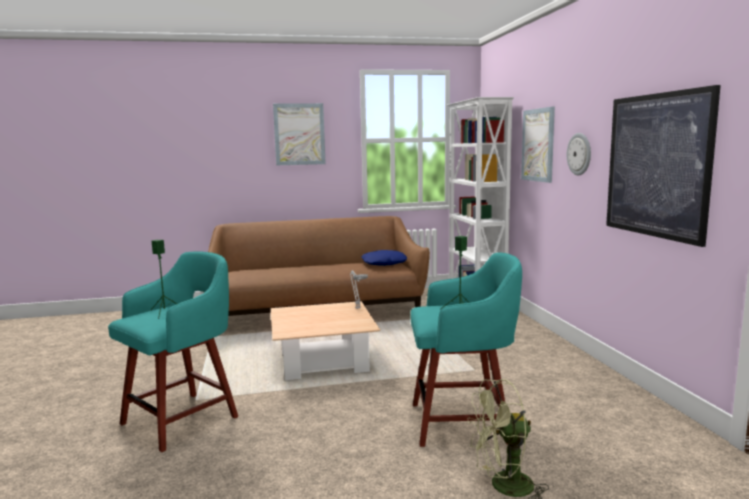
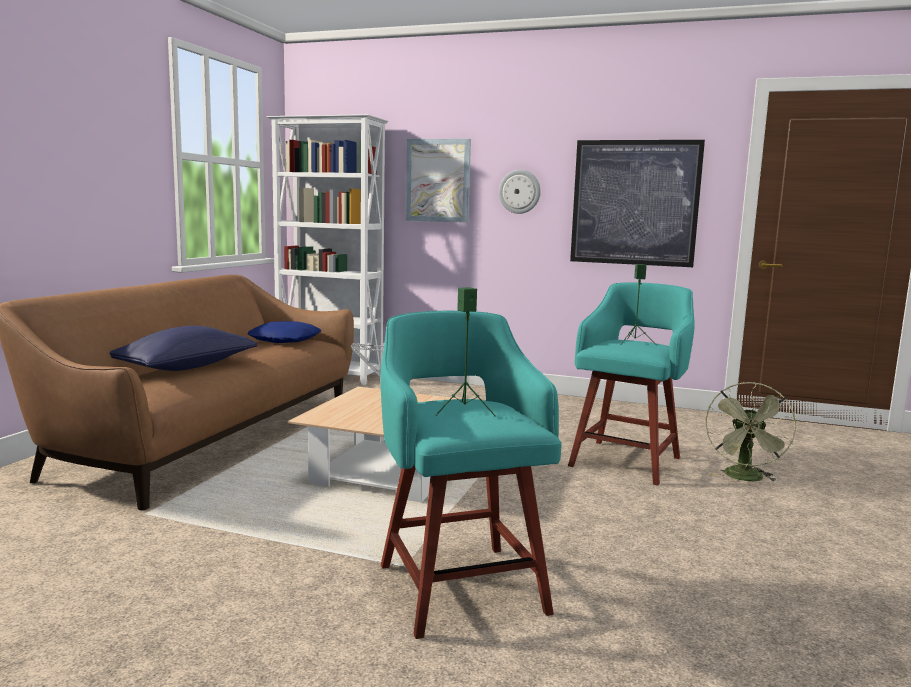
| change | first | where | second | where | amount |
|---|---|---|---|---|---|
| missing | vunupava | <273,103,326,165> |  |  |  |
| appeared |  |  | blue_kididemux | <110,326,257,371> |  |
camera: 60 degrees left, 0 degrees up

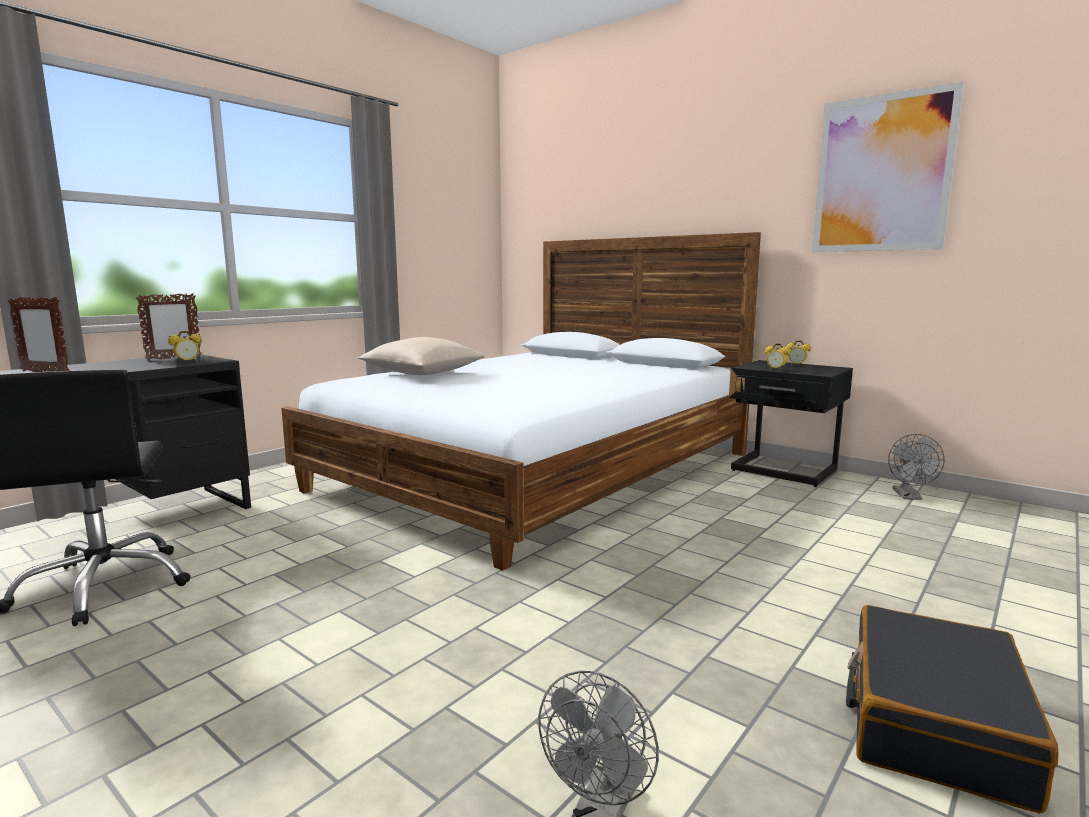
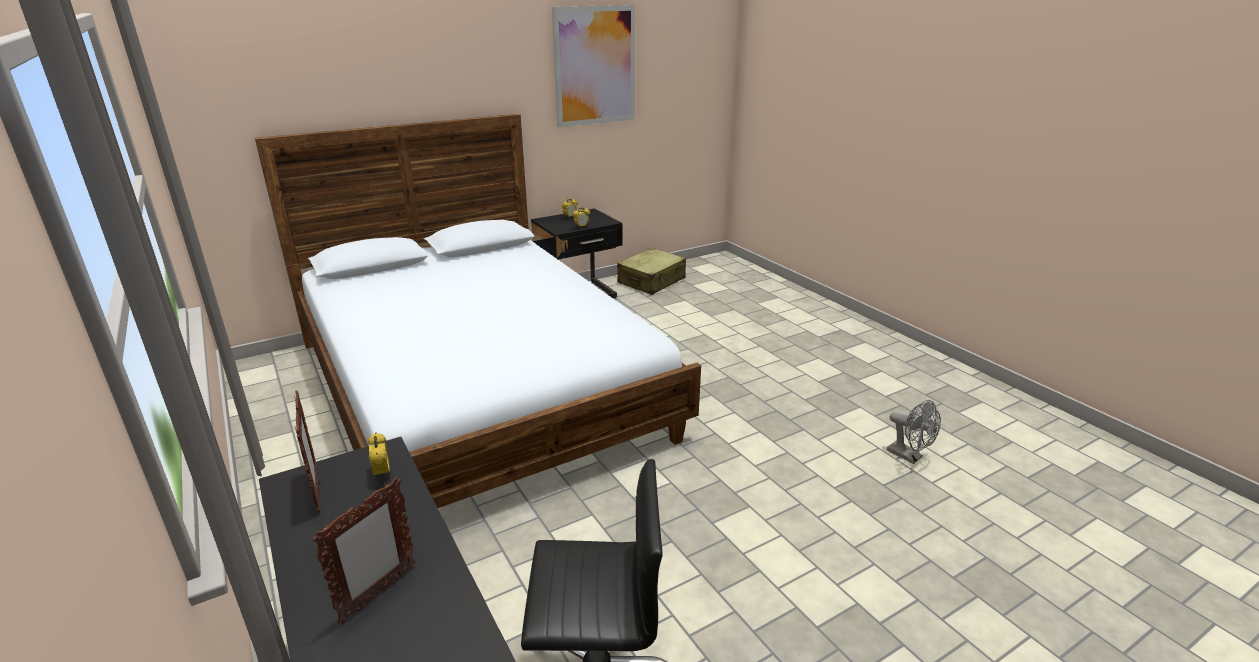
| change | first | where | second | where | amount |
|---|---|---|---|---|---|
| missing | beige_kididemux | <358,337,485,375> |  |  |  |
| missing | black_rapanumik | <846,605,1059,813> |  |  |  |
| exchanged | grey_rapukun | <888,434,945,500> | beige_rapanumik | <617,248,686,295> |  |
camera: 70 degrees left, 15 degrees up

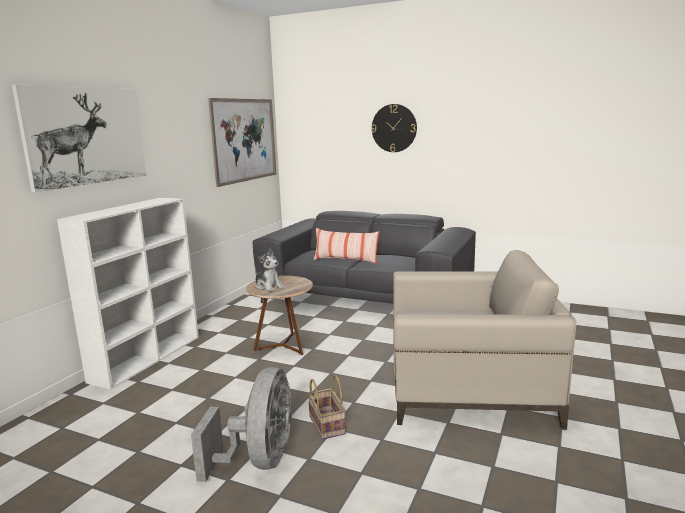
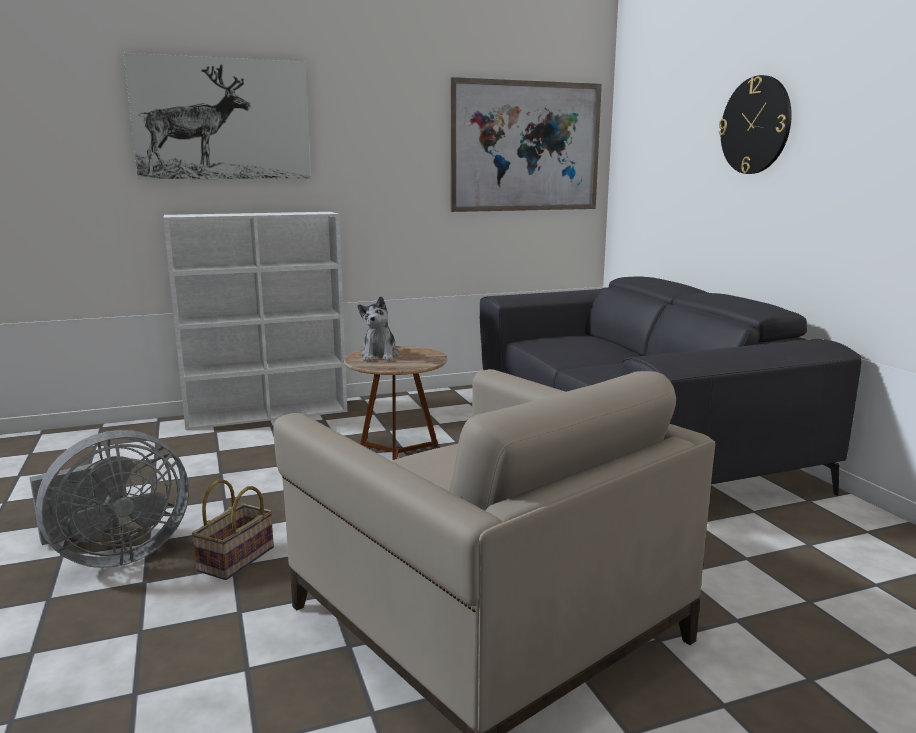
| change | first | where | second | where | amount |
|---|---|---|---|---|---|
| missing | kididemux | <313,228,379,264> |  |  |  |
camera: 45 degrees right, 0 degrees up

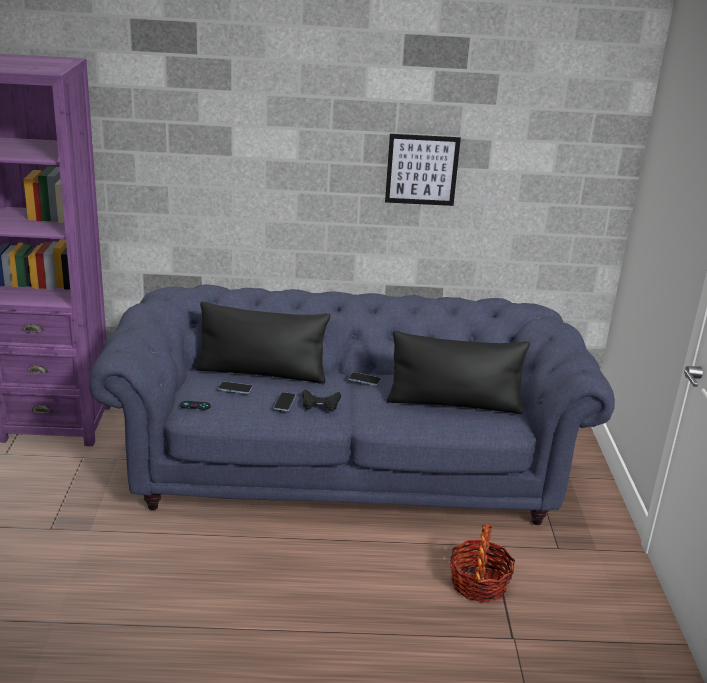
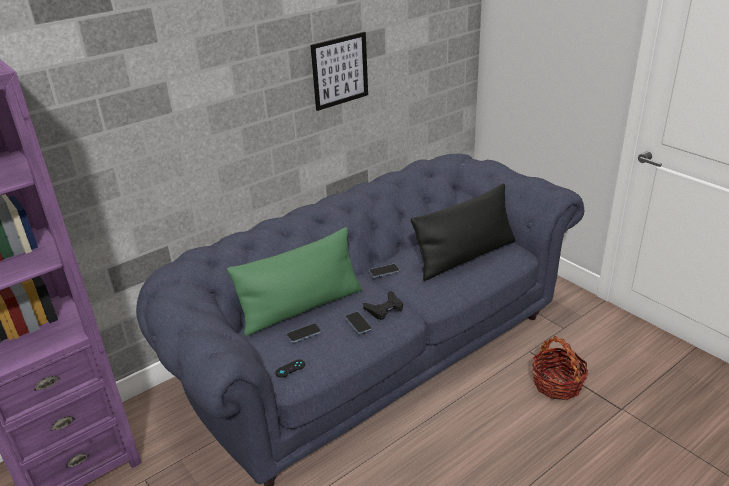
| change | first | where | second | where | amount |
|---|---|---|---|---|---|
| colour | black_kididemux | <196,301,330,384> | green_kididemux | <227,227,362,336> |  |
camera: 35 degrees left, 5 degrees up

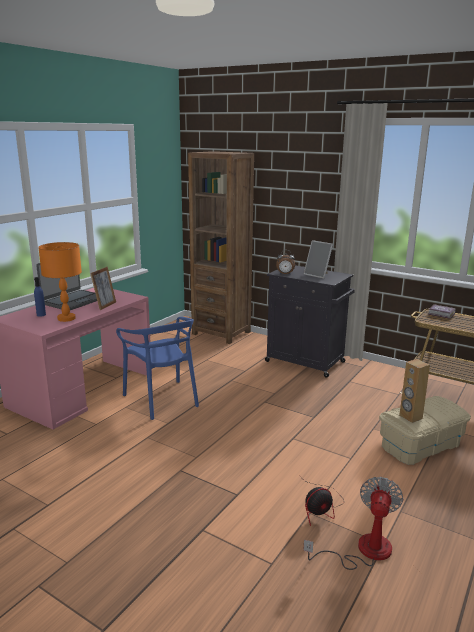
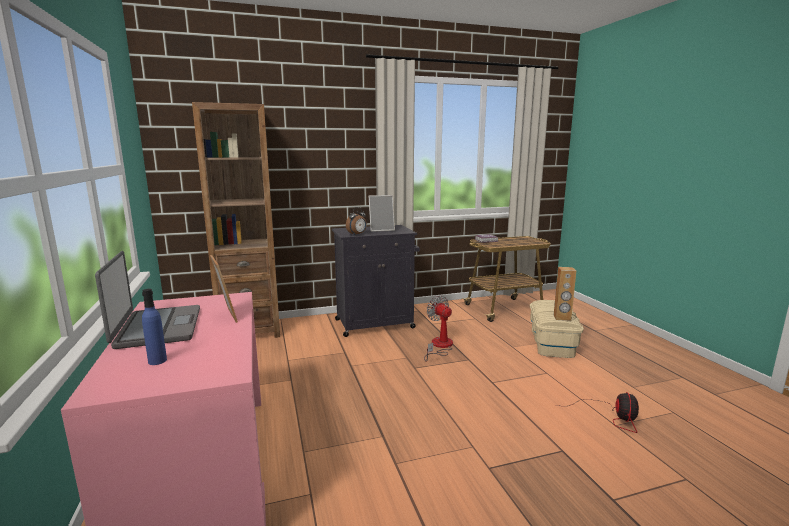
| change | first | where | second | where | amount |
|---|---|---|---|---|---|
| missing | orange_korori | <38,242,82,322> |  |  |  |
| missing | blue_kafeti | <116,317,199,420> |  |  |  |
| relocated | rapukun | <303,477,404,570> |  | <424,295,453,362> |  |
camera: 50 degrees left, 5 degrees down

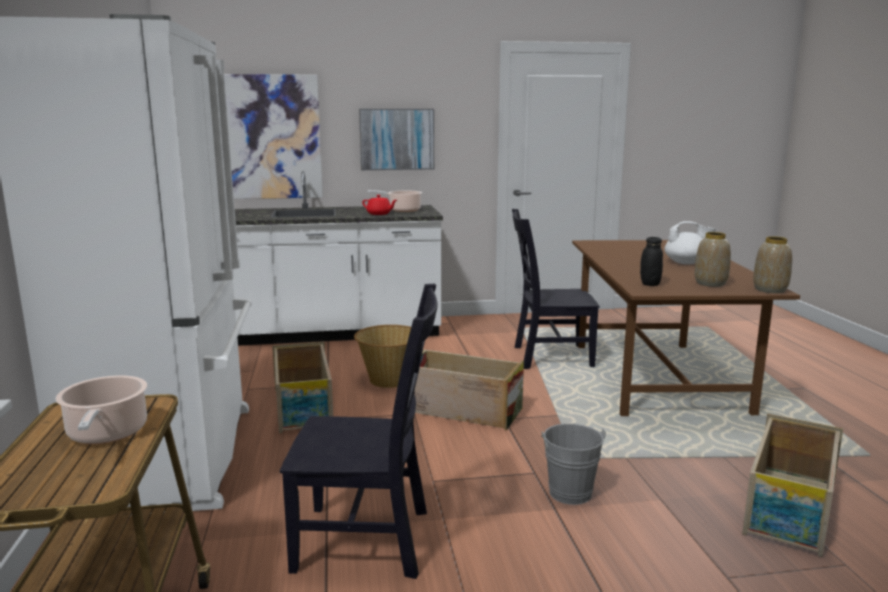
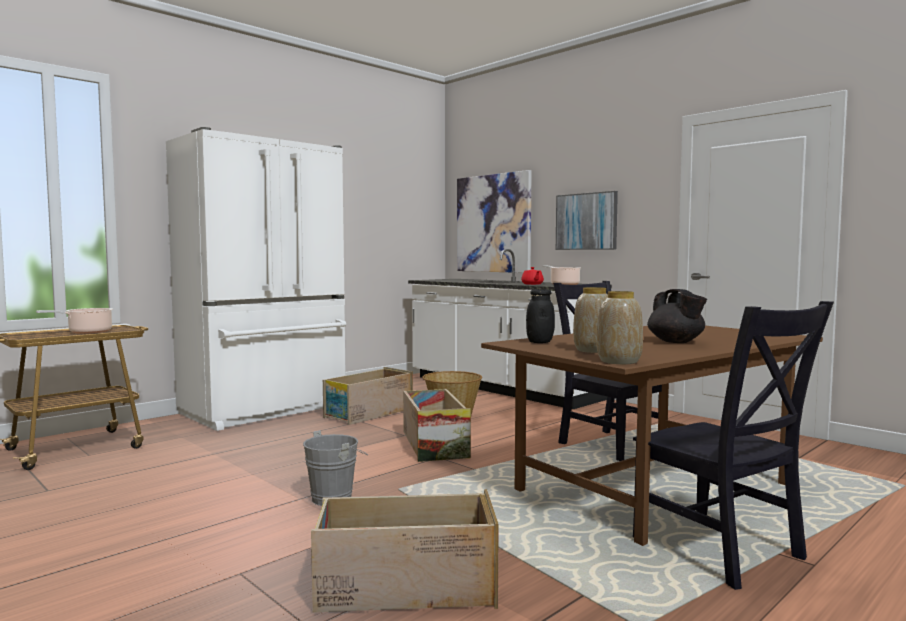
| change | first | where | second | where | amount |
|---|---|---|---|---|---|
| relocated | black_kafeti | <280,284,438,579> |  | <633,301,834,590> |  |
| colour | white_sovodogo | <664,221,716,264> | black_sovodogo | <647,289,707,343> |  |
camera: 55 degrees right, 10 degrees down

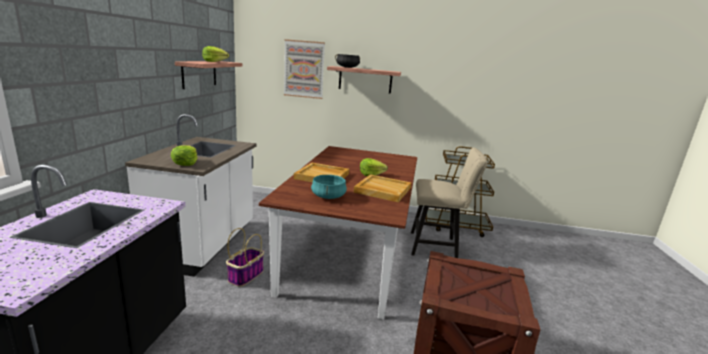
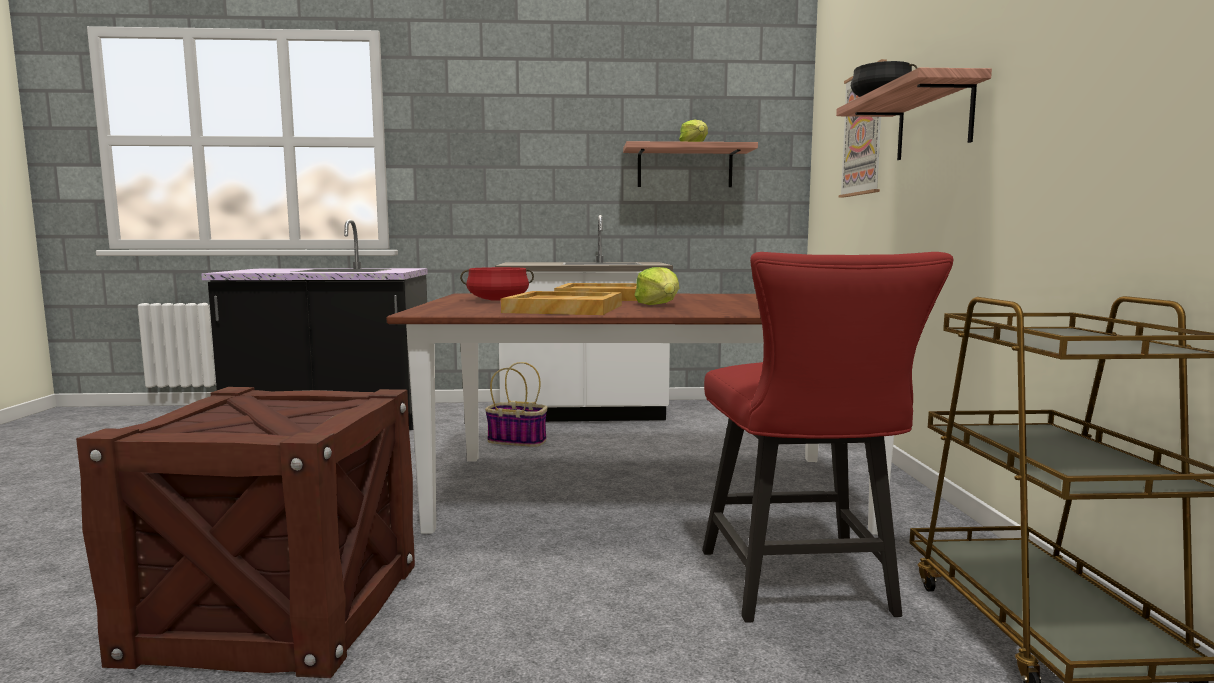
| change | first | where | second | where | amount |
|---|---|---|---|---|---|
| missing | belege | <171,145,197,166> |  |  |  |
| colour | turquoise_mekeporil | <311,175,347,199> | red_mekeporil | <460,267,534,301> |  |
| colour | beige_kafeti | <411,148,487,258> | red_kafeti | <702,252,953,623> |  |
camera: 80 degrees right, 10 degrees down

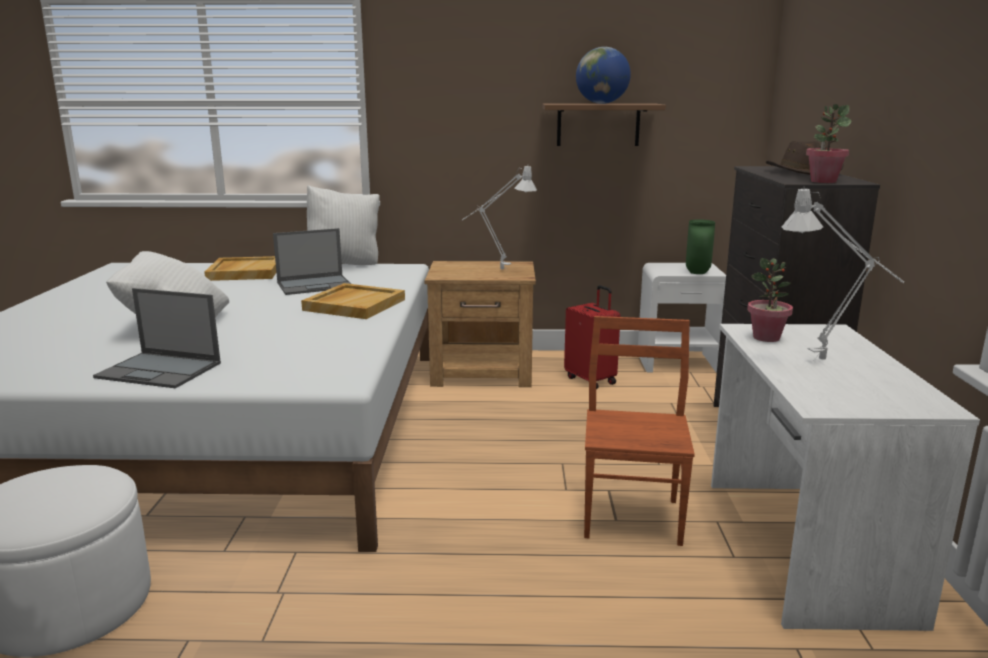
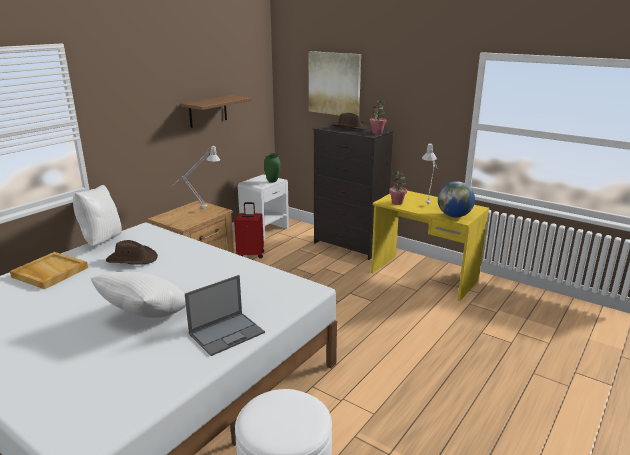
| change | first | where | second | where | amount |
|---|---|---|---|---|---|
| missing | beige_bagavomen | <301,283,405,319> |  |  |  |
| missing | brown_kafeti | <584,316,695,546> |  |  |  |
| appeared |  |  | vunupava | <309,51,361,116> |  |
| relocated | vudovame | <576,47,631,104> |  | <438,181,475,218> |  |
| exchanged | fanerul | <273,228,351,295> | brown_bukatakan | <106,240,158,265> |  |
| colour | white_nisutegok | <711,324,980,631> | yellow_nisutegok | <371,191,489,301> |  |
camera: 55 degrees left, 5 degrees up

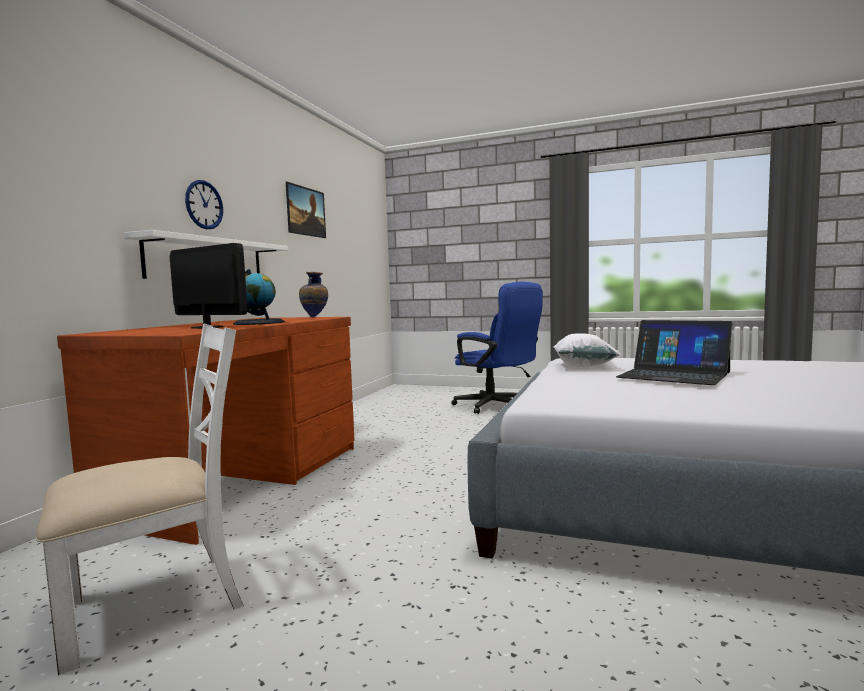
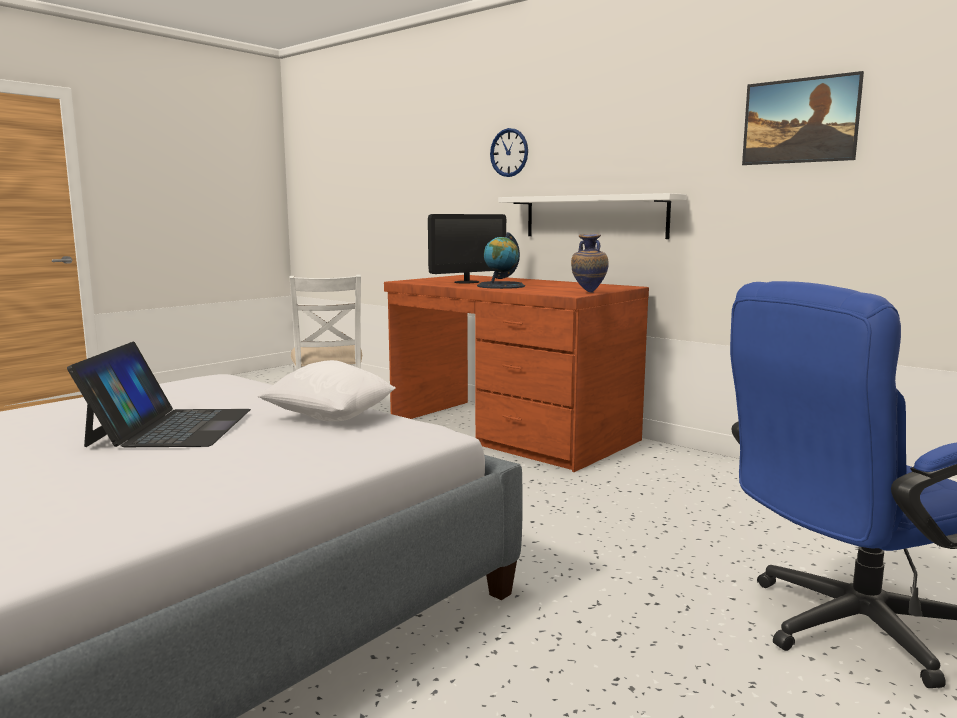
| change | first | where | second | where | amount |
|---|---|---|---|---|---|
| relocated | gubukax | <185,180,223,229> |  | <490,128,528,177> |  |
| spun | fanerul | <616,320,732,385> |  | <67,341,251,447> | 120 degrees clockwise |
camera: 110 degrees right, 5 degrees up

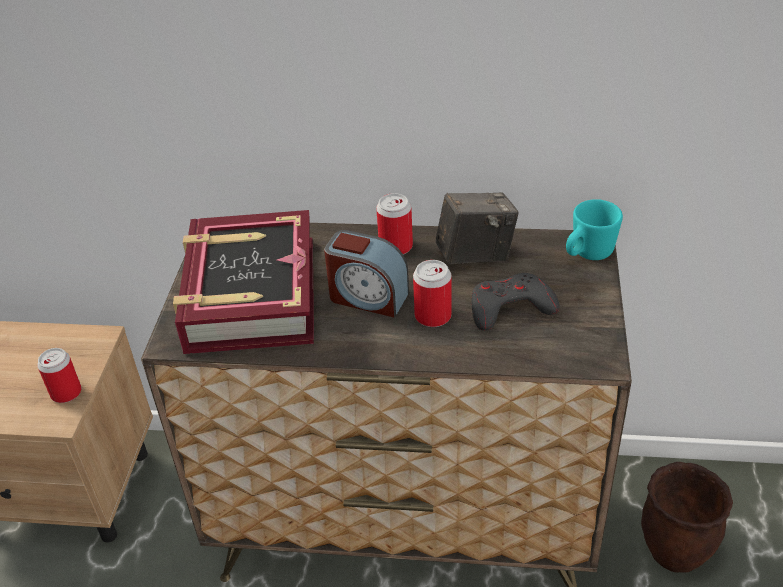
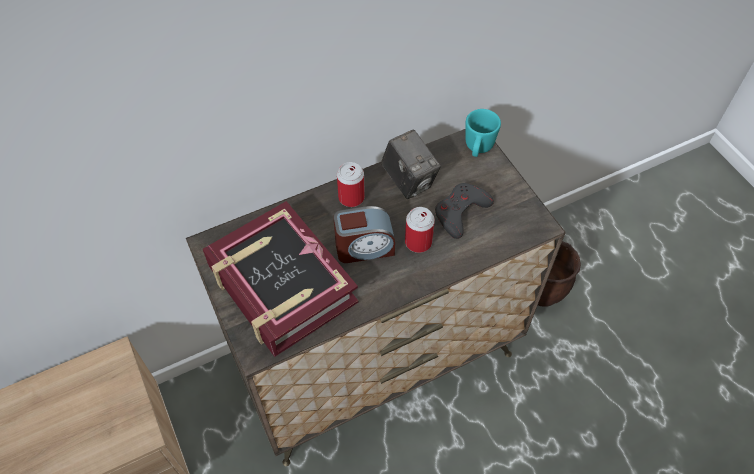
| change | first | where | second | where | amount |
|---|---|---|---|---|---|
| missing | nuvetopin | <37,348,82,403> |  |  |  |
| spun | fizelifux | <436,192,519,264> |  | <381,130,441,199> | 105 degrees clockwise |
camera: 35 degrees left, 15 degrees up

